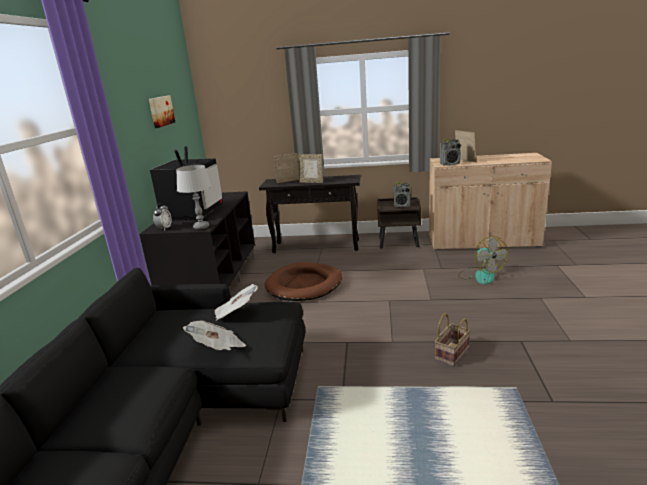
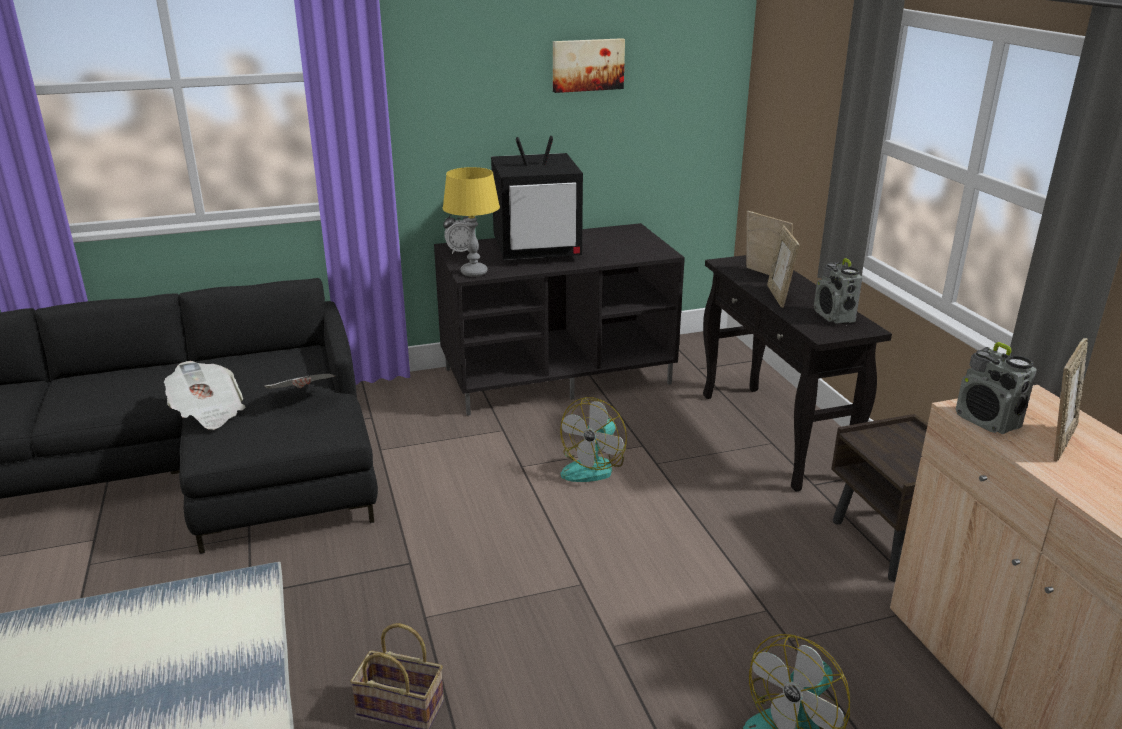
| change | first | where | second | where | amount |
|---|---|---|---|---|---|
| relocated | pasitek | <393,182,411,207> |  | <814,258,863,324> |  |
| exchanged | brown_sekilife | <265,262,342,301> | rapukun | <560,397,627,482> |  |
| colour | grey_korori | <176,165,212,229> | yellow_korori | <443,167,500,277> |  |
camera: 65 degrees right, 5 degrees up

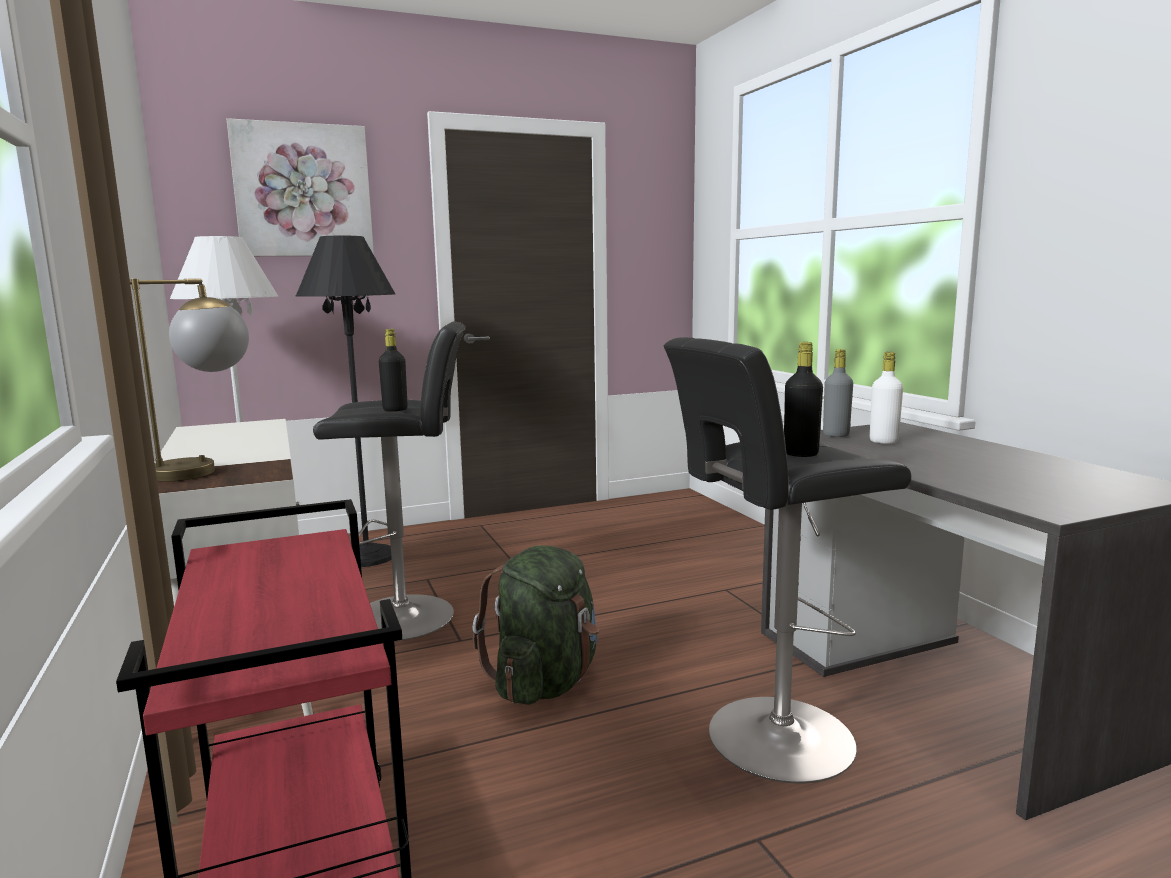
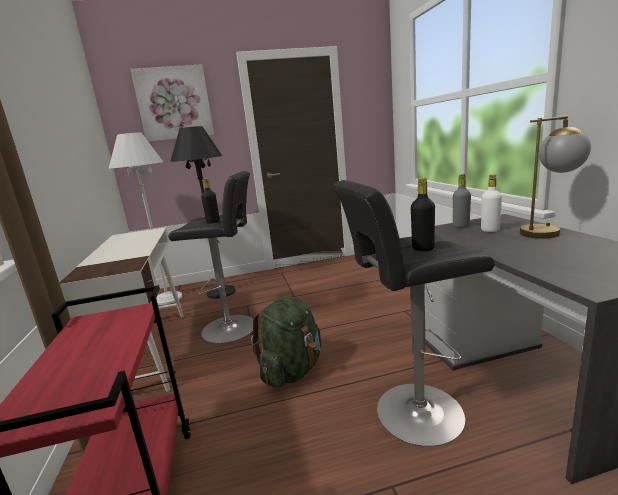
| change | first | where | second | where | amount |
|---|---|---|---|---|---|
| relocated | korori | <130,279,249,482> |  | <520,116,591,239> |  |
camera: 10 degrees right, 5 degrees up

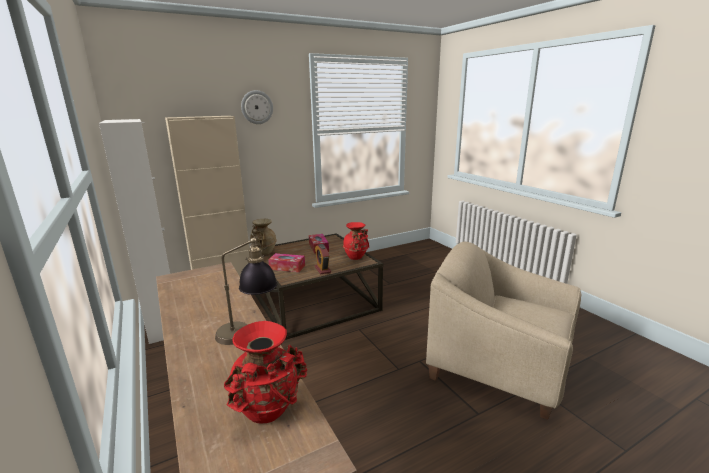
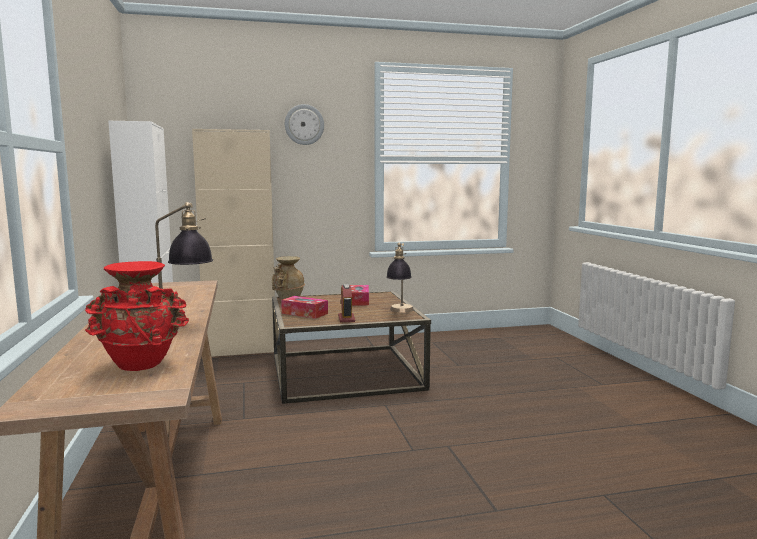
| change | first | where | second | where | amount |
|---|---|---|---|---|---|
| missing | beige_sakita | <426,242,581,420> |  |  |  |
| exchanged | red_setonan | <343,222,369,260> | korori | <386,243,414,313> |  |
camera: 15 degrees right, 10 degrees down

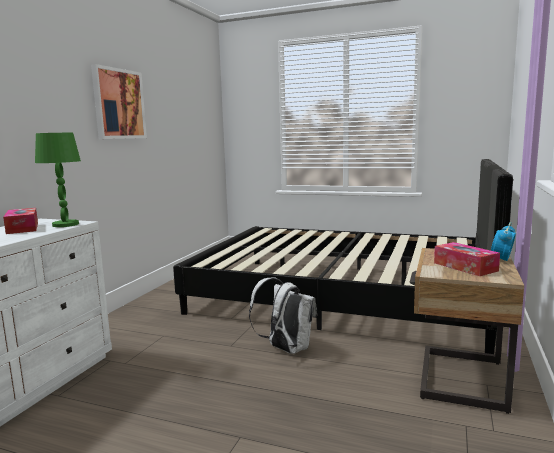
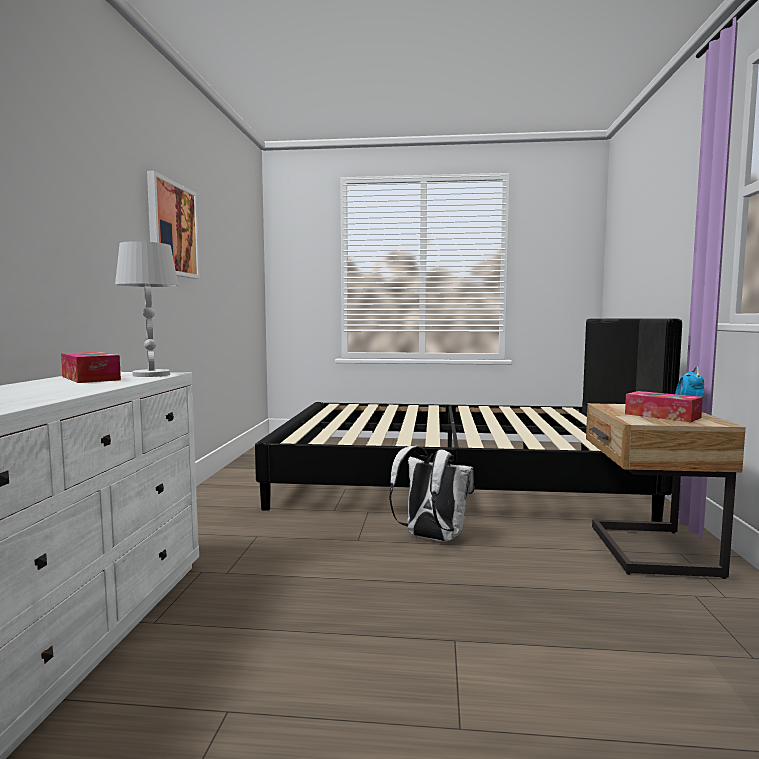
| change | first | where | second | where | amount |
|---|---|---|---|---|---|
| colour | green_korori | <35,133,81,227> | white_korori | <115,241,179,377> |  |
camera: 15 degrees left, 5 degrees down

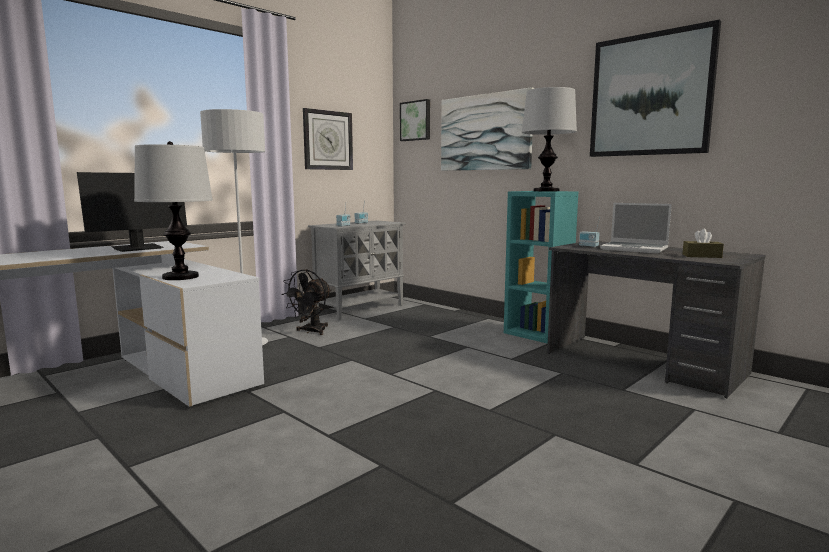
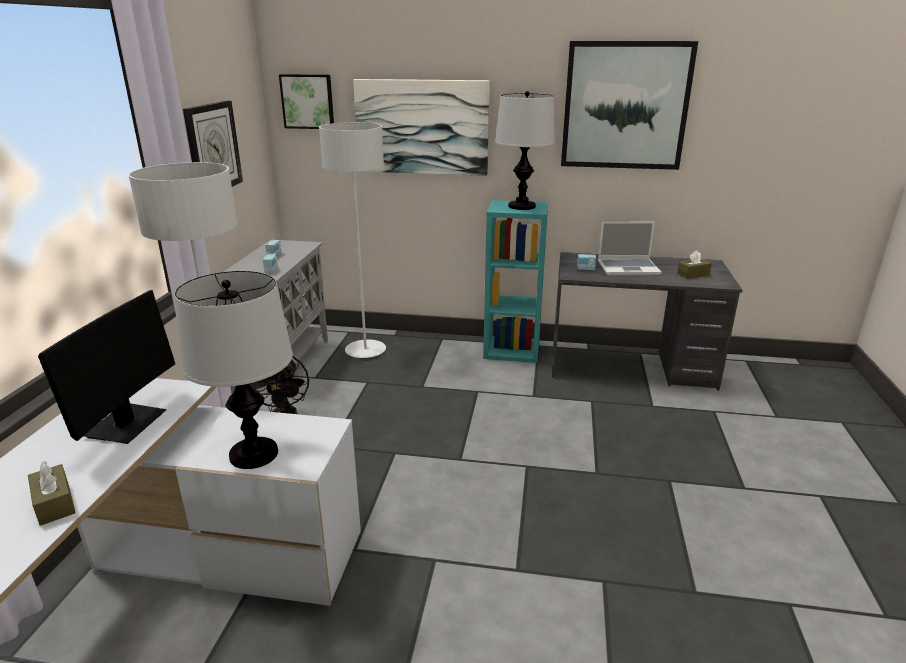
| change | first | where | second | where | amount |
|---|---|---|---|---|---|
| appeared |  |  | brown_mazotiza | <28,461,76,526> |  |
| appeared |  |  | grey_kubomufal | <319,122,386,358> |  |
camera: 35 degrees left, 15 degrees up

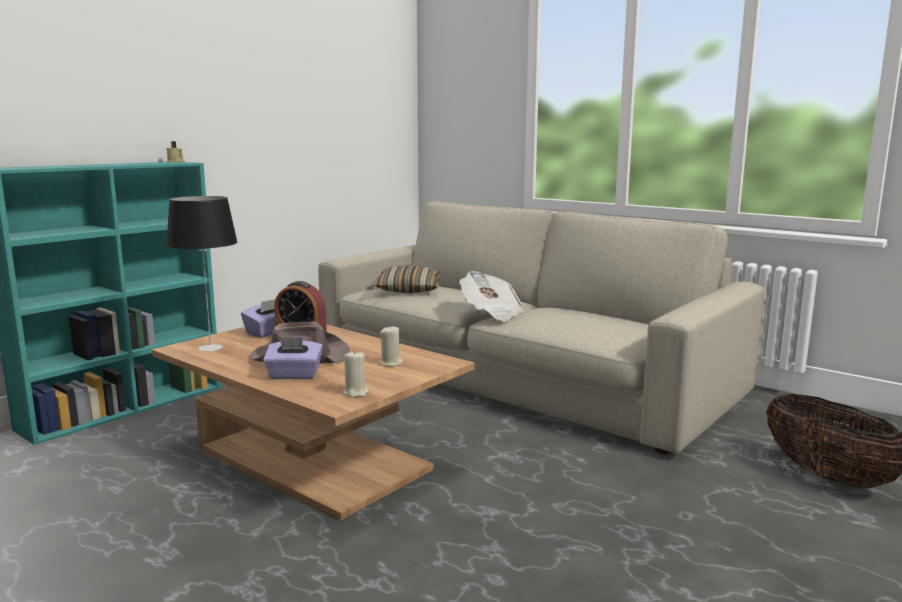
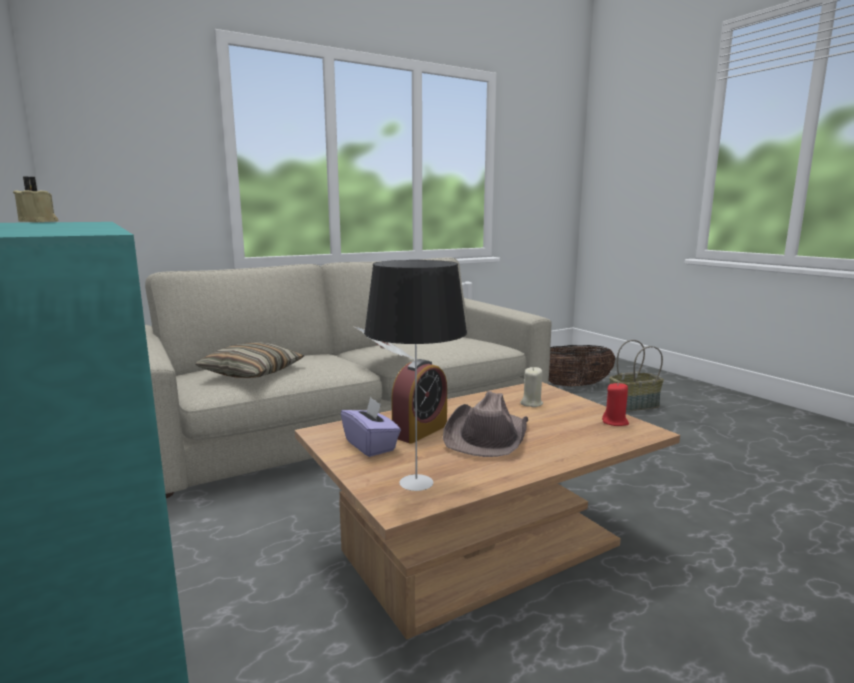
| change | first | where | second | where | amount |
|---|---|---|---|---|---|
| missing | purple_mazotiza | <263,337,323,379> |  |  |  |
| appeared |  |  | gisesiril | <609,340,664,411> |  |
| colour | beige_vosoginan | <343,350,369,397> | red_vosoginan | <602,382,629,426> |  |
camera: 70 degrees left, 0 degrees up

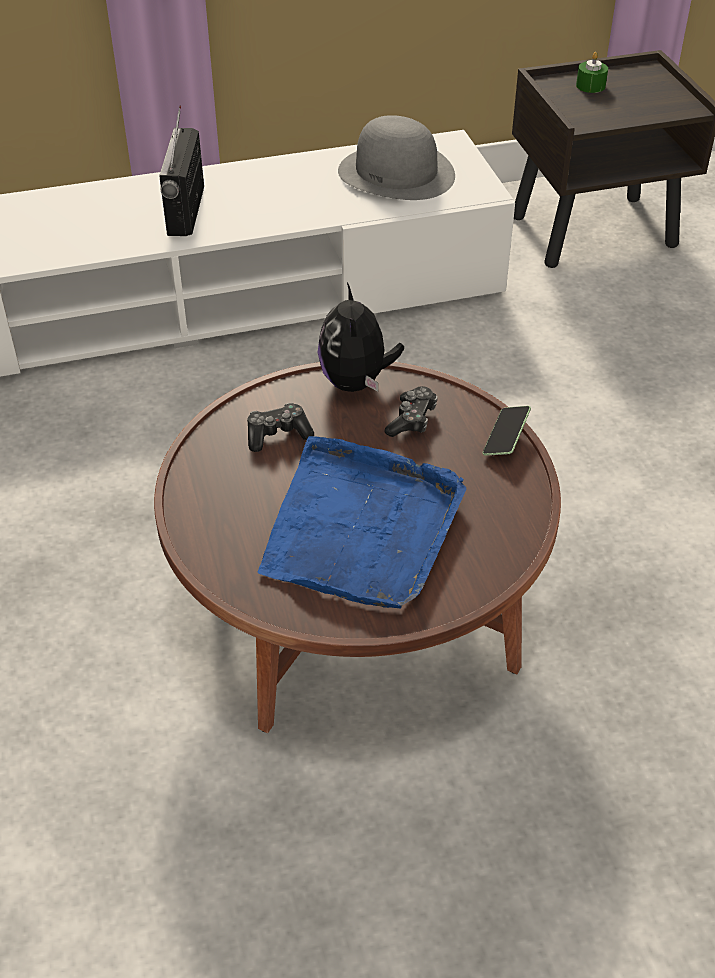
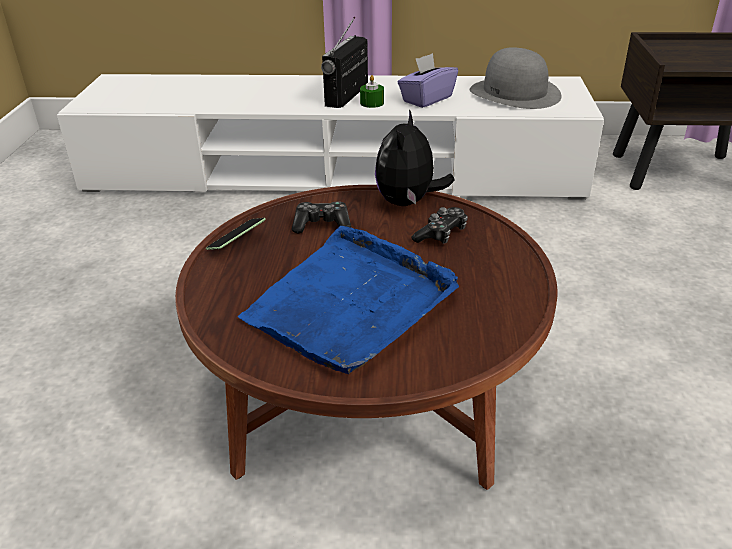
| change | first | where | second | where | amount |
|---|---|---|---|---|---|
| appeared |  |  | purple_mazotiza | <398,53,458,108> |  |
| relocated | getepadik | <483,406,531,456> |  | <206,218,266,250> |  |
| relocated | green_vosoginan | <576,52,608,93> |  | <360,75,384,108> |  |
camera: 20 degrees right, 10 degrees down

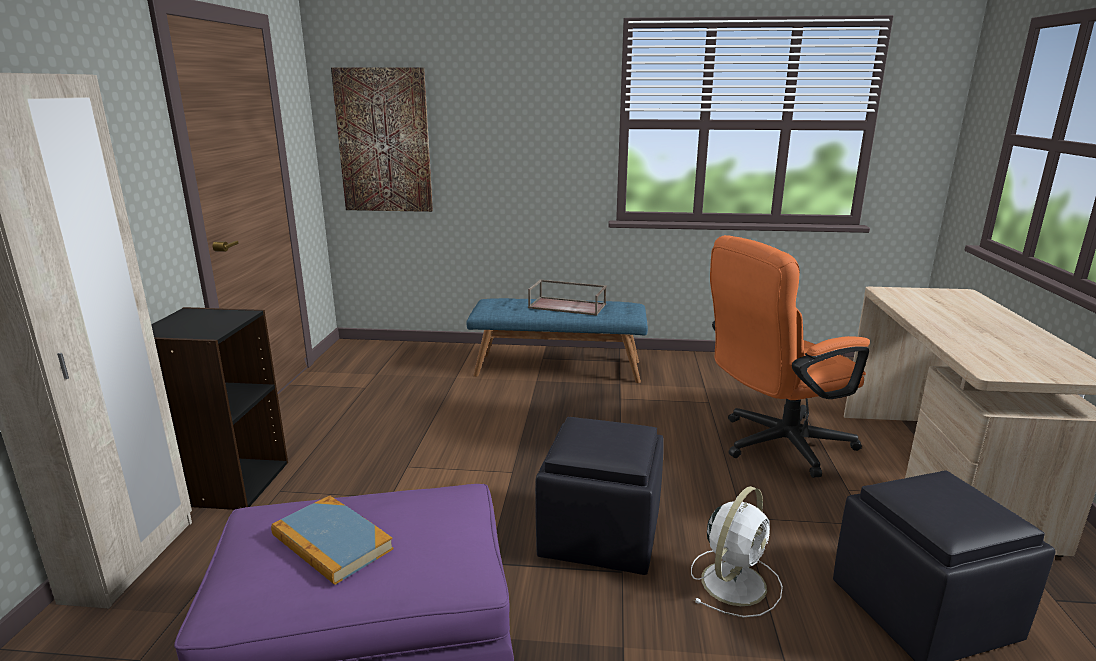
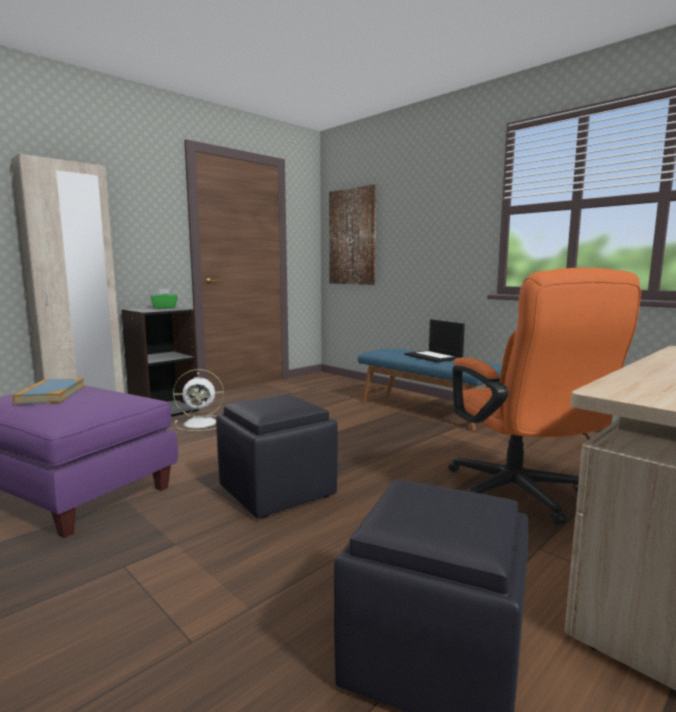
| change | first | where | second | where | amount |
|---|---|---|---|---|---|
| appeared |  |  | green_mazotiza | <150,289,177,309> |  |
| relocated | white_rapukun | <691,486,783,617> |  | <173,369,224,431> |  |
| exchanged | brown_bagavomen | <528,280,607,316> | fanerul | <404,319,465,362> |  |
| spun | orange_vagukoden | <710,235,870,478> |  | <448,268,641,525> | 120 degrees counterclockwise |
camera: 40 degrees right, 10 degrees down

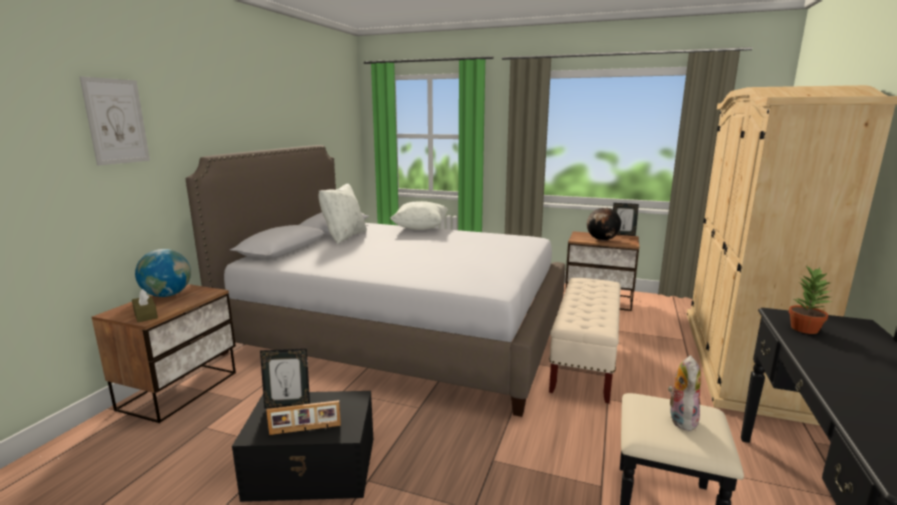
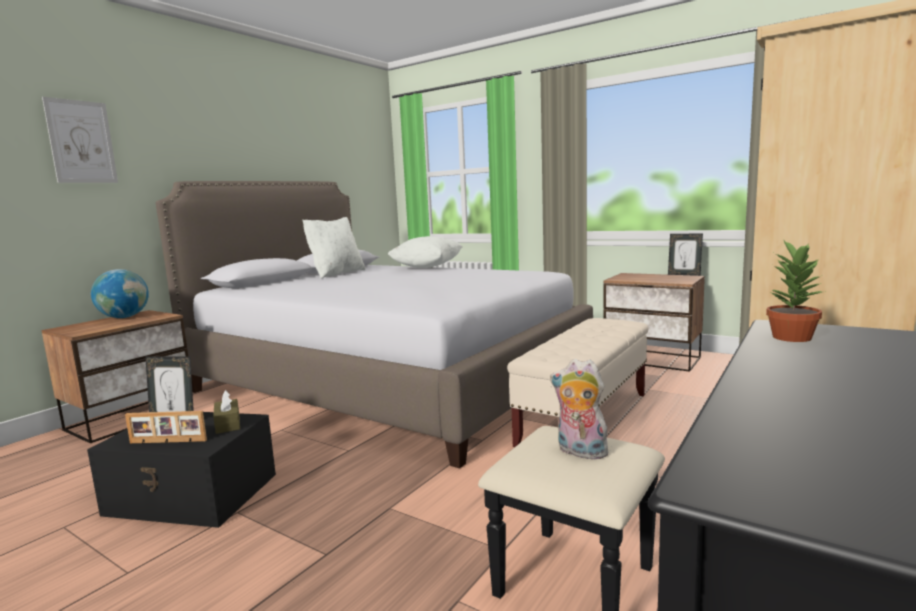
| change | first | where | second | where | amount |
|---|---|---|---|---|---|
| missing | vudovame | <587,207,621,241> |  |  |  |
| relocated | brown_mazotiza | <132,289,158,322> |  | <213,390,240,434> |  |
| spun | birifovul | <668,355,701,431> |  | <550,359,611,459> | 90 degrees counterclockwise |
camera: 15 degrees right, 5 degrees down

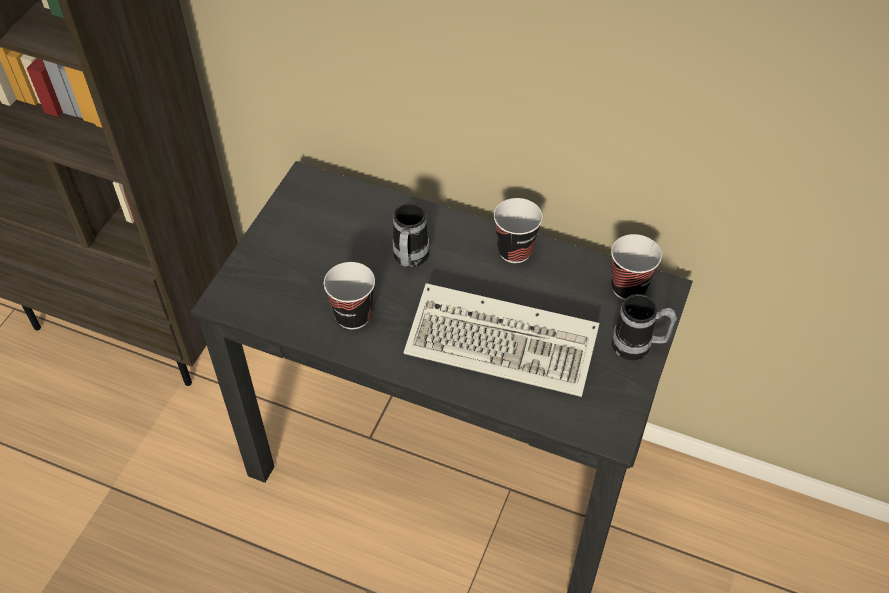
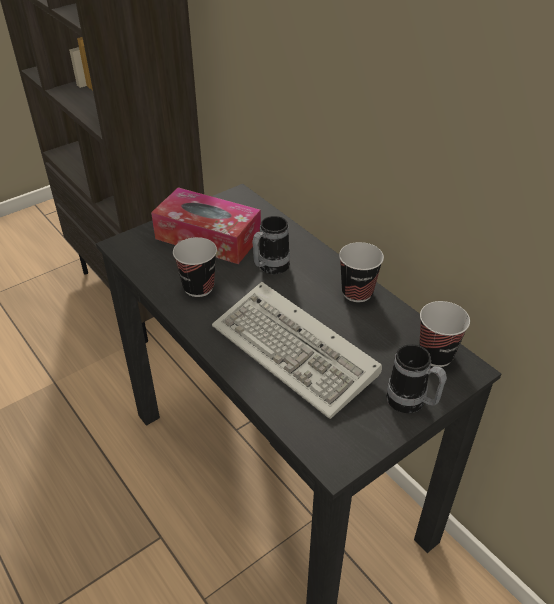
| change | first | where | second | where | amount |
|---|---|---|---|---|---|
| appeared |  |  | mazotiza | <151,187,261,264> |  |
camera: 30 degrees right, 10 degrees down

